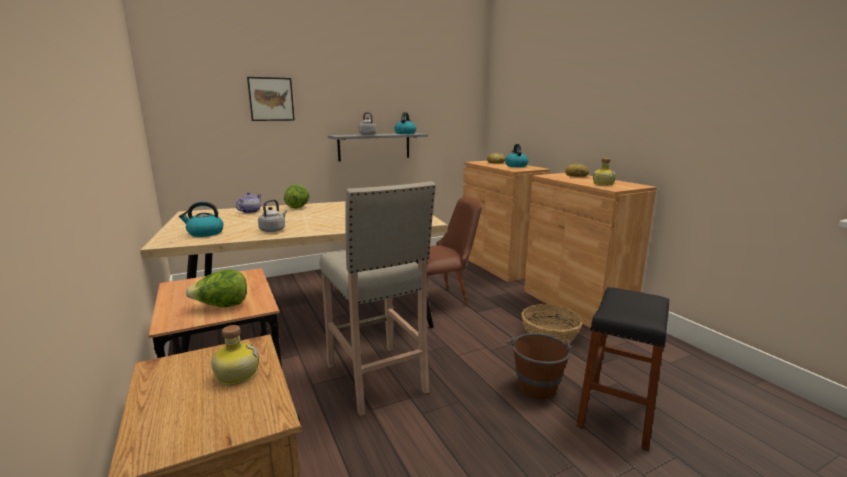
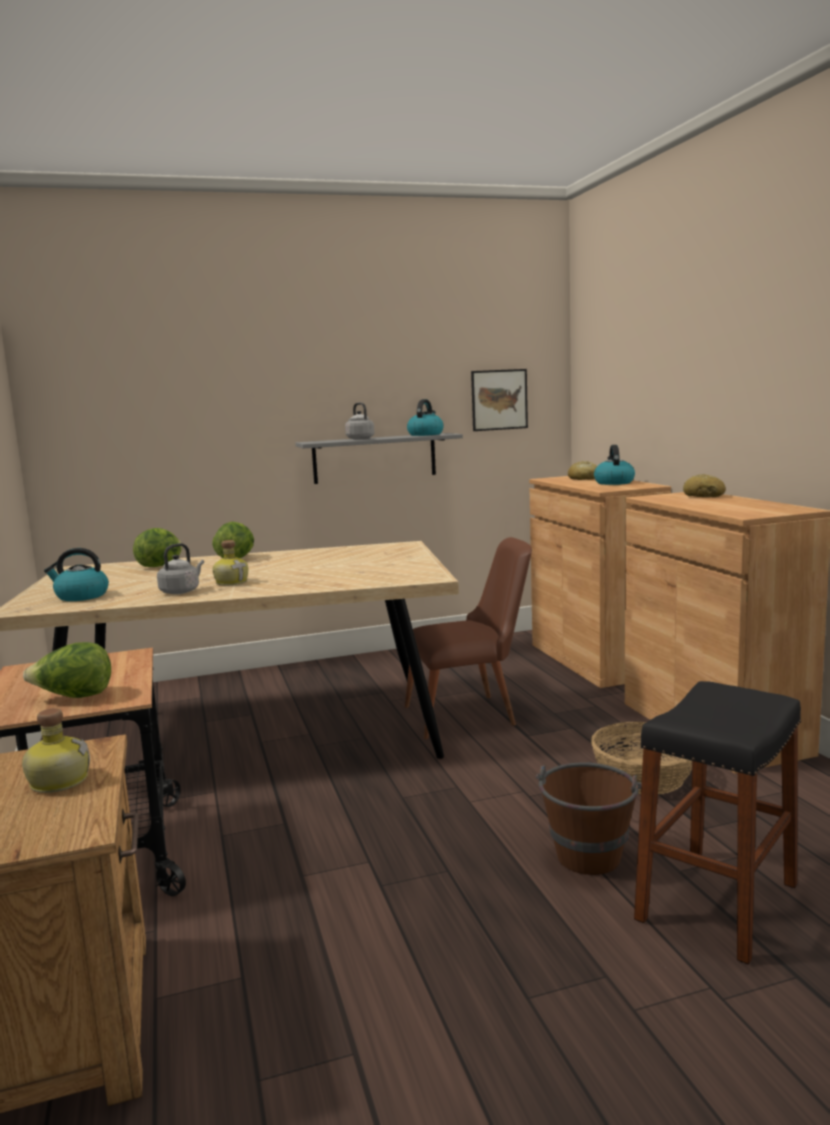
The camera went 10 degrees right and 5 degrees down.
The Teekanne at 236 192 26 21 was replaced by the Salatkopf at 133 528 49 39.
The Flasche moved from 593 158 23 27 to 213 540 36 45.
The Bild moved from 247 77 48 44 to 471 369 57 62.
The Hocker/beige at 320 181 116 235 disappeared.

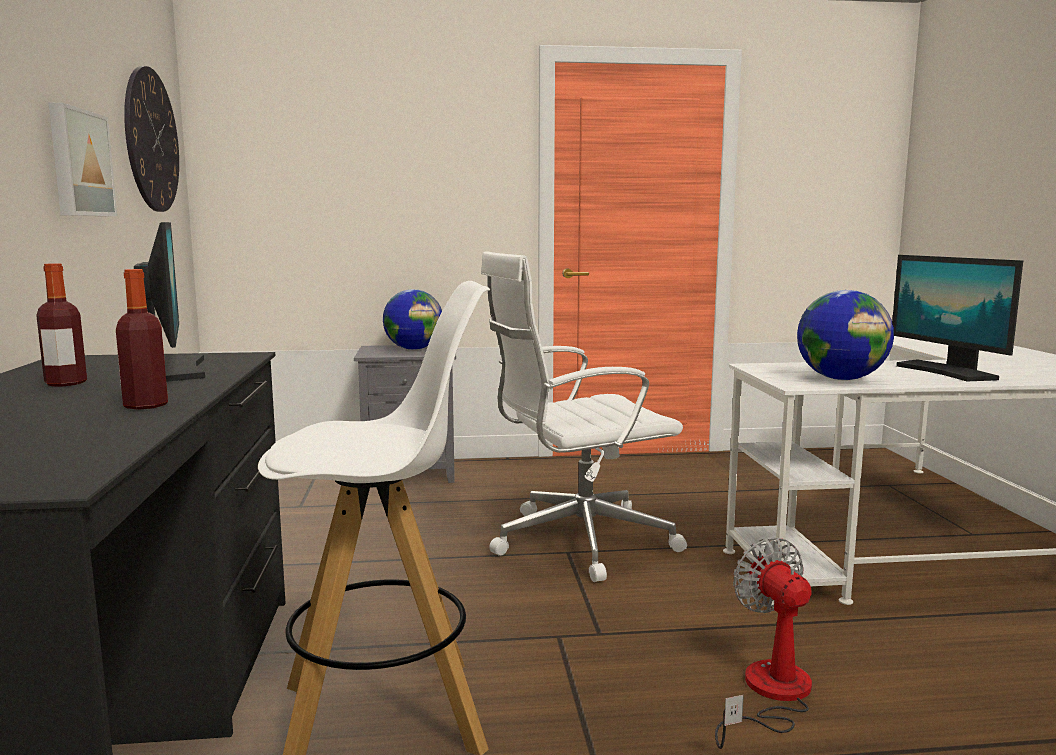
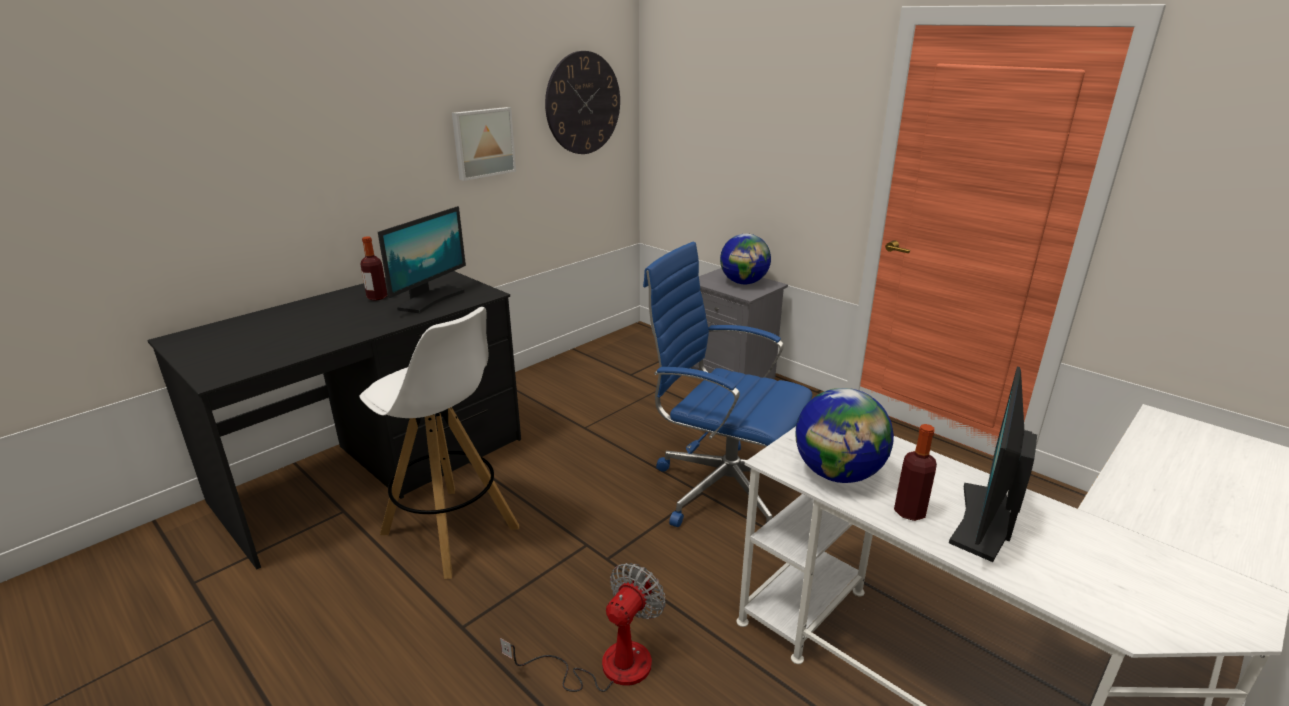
The camera went 50 degrees right and 15 degrees up.
The Bürostuhl/weiß at 481 251 206 331 became the Bürostuhl/blau at 643 242 169 285.
The Flasche moved from 116 269 52 141 to 894 424 43 97.

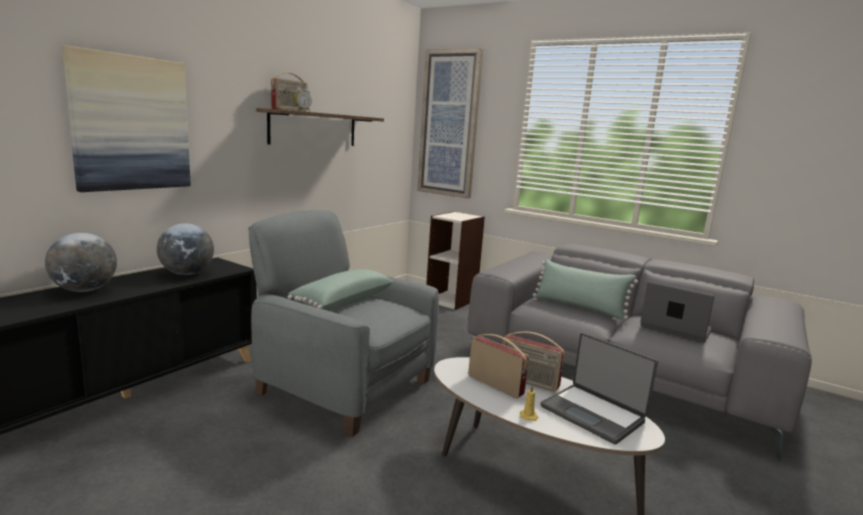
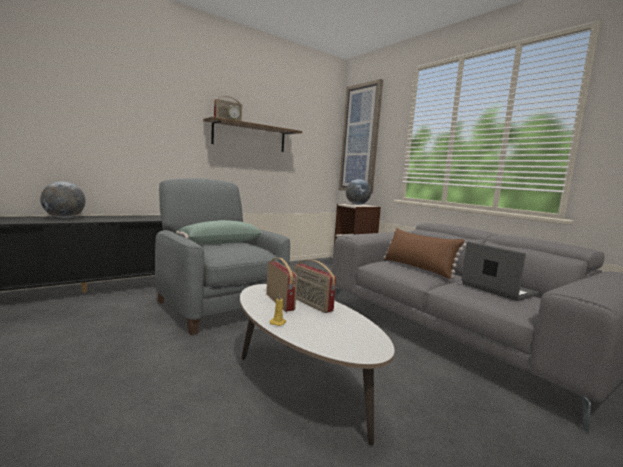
The camera went 20 degrees right and 5 degrees down.
The Globus moved from 157 223 57 52 to 346 179 25 26.
The Kissen/grün at 533 259 105 61 became the Kissen/braun at 384 228 82 51.
The Bild at 62 45 129 147 disappeared.
The Laptop at 540 333 118 112 disappeared.

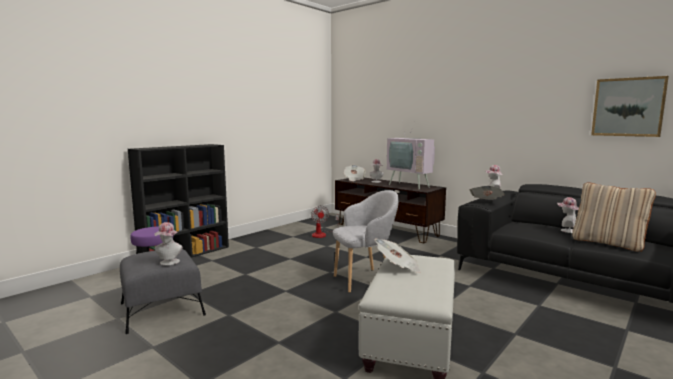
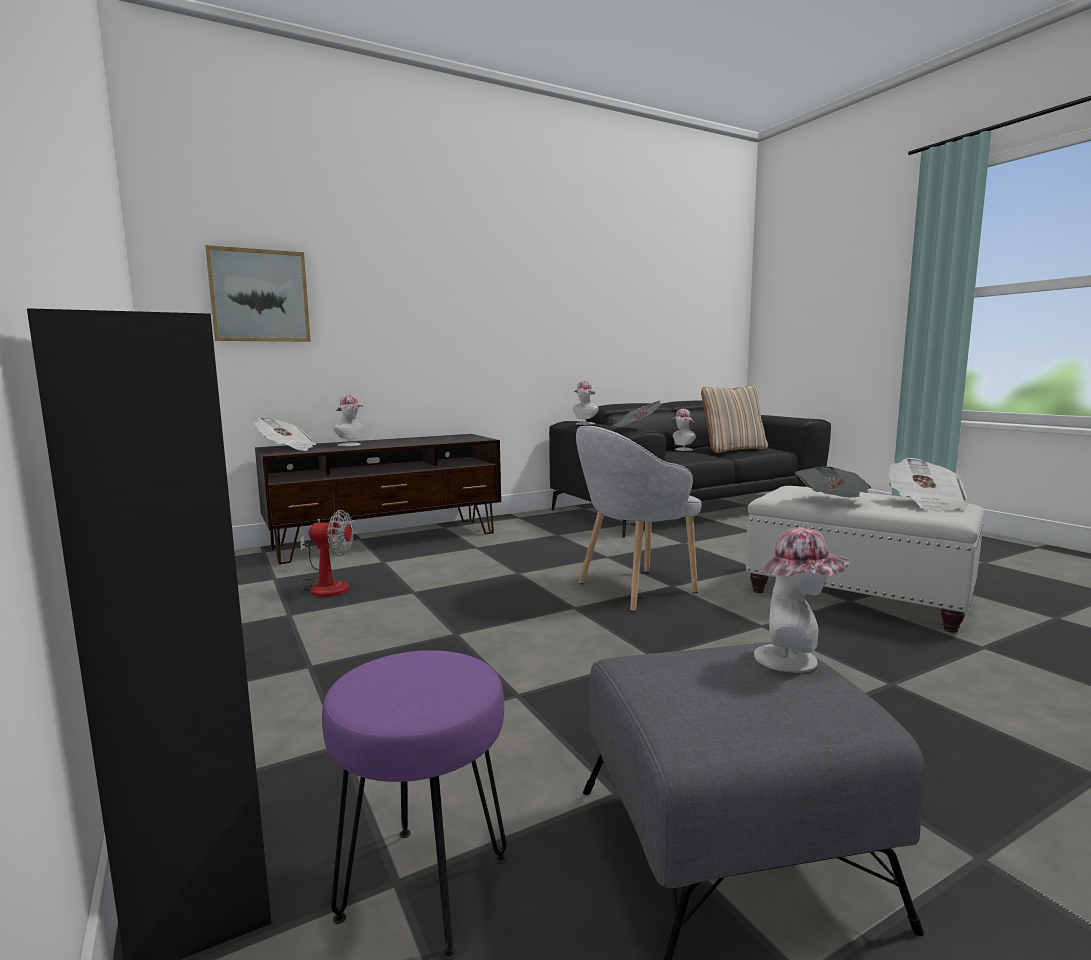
The camera went 70 degrees left and 0 degrees up.
The Bild moved from 591 76 78 61 to 205 245 106 97.
The Sessel/grau at 333 190 66 103 turned 120 degrees counterclockwise.
The Zeitung at 888 458 80 54 appeared.
The Fernseher at 387 130 48 60 disappeared.

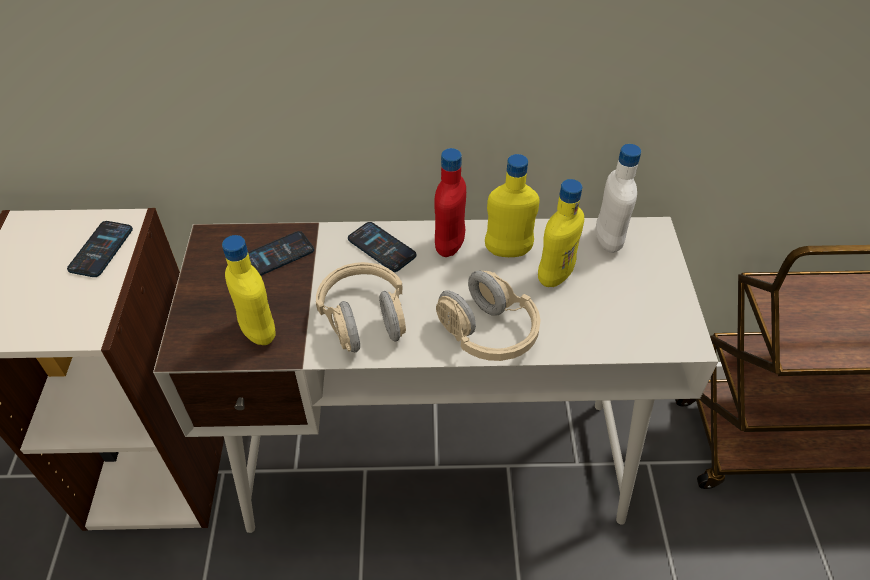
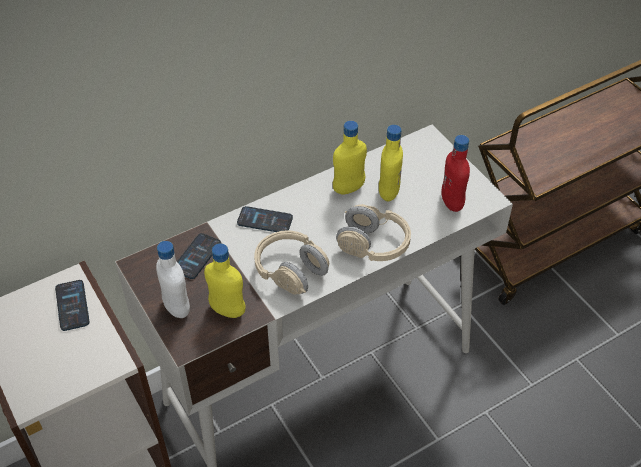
The camera went 30 degrees left and 0 degrees up.
The Flasche/weiß moved from 596 144 45 109 to 156 241 34 77.
The Flasche/rot moved from 435 148 31 109 to 441 135 29 77.

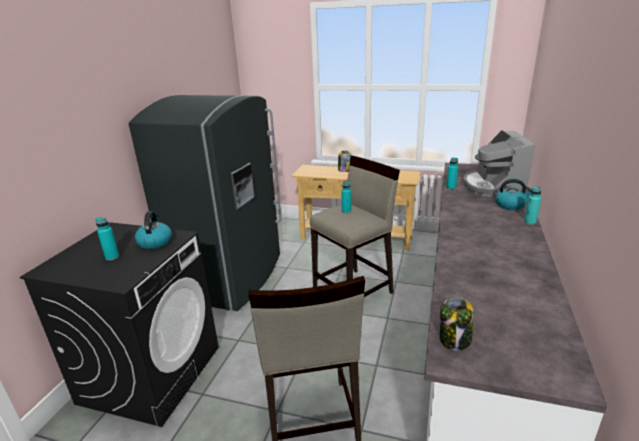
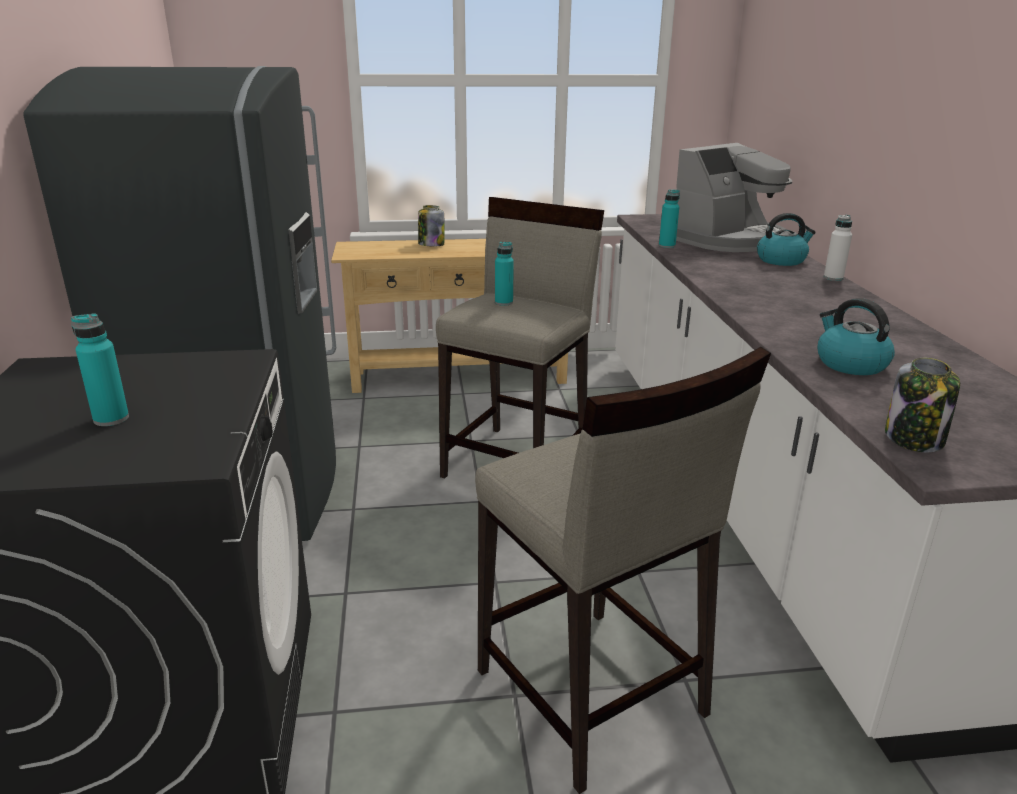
The camera went 25 degrees left and 0 degrees up.
The Kaffeemaschine at 463 130 72 67 turned 105 degrees counterclockwise.
The Wasserkessel moved from 135 211 37 38 to 817 298 78 77.
The Flasche/türkis at 524 187 17 38 became the Flasche/weiß at 824 215 28 66.

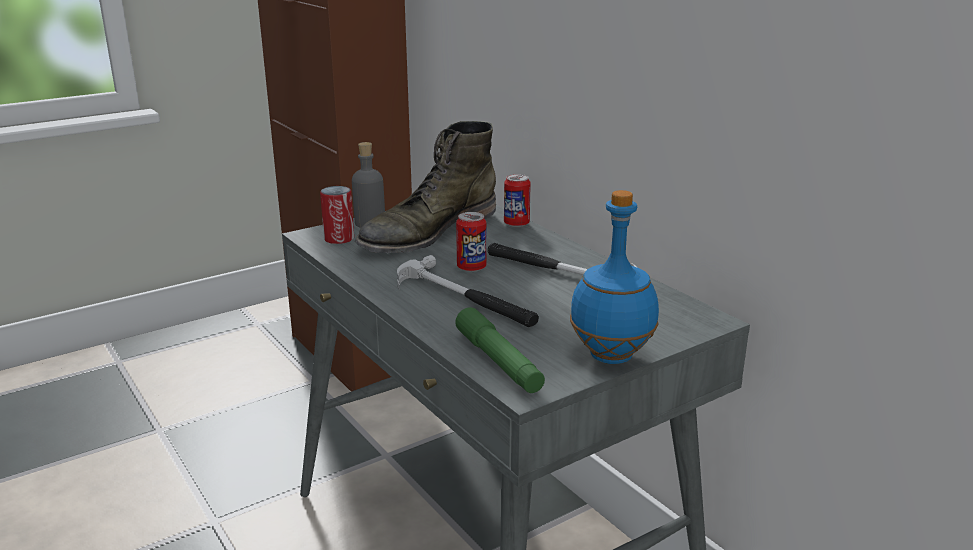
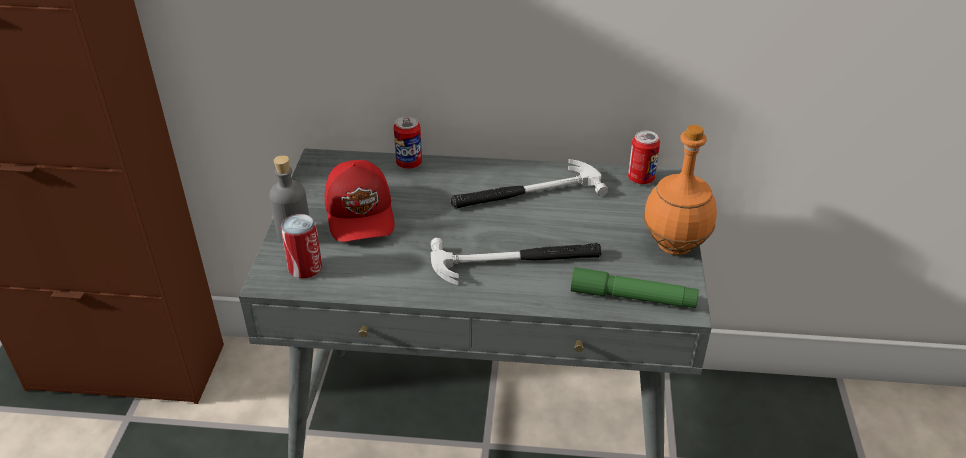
The camera went 50 degrees left and 15 degrees up.
The Stiefel/grün at 355 121 141 132 was replaced by the Kappe/rot at 325 160 70 82.
The Dose moved from 456 212 30 60 to 628 131 32 53.
The Flasche/blau at 570 190 89 174 became the Flasche/orange at 643 125 74 130.

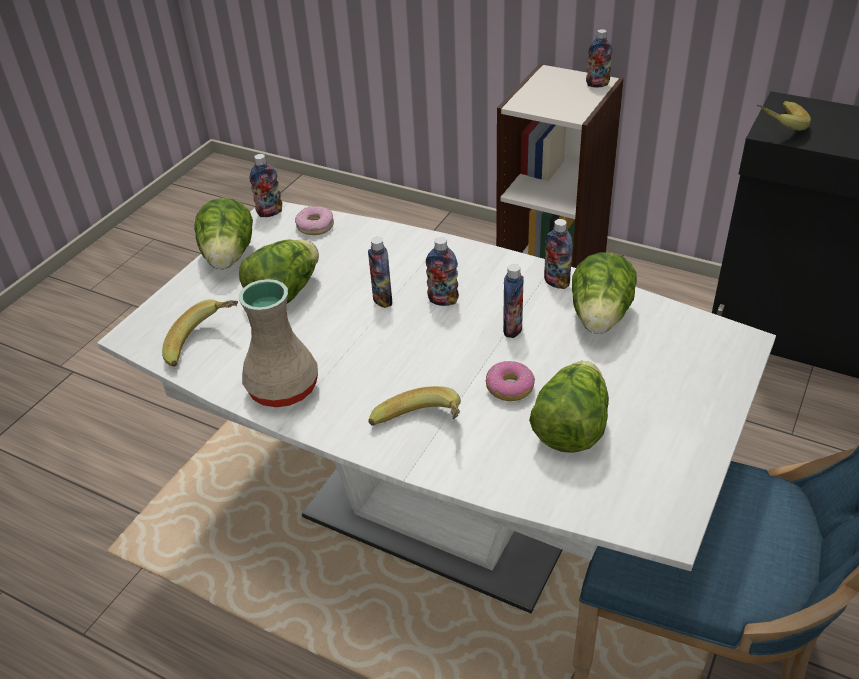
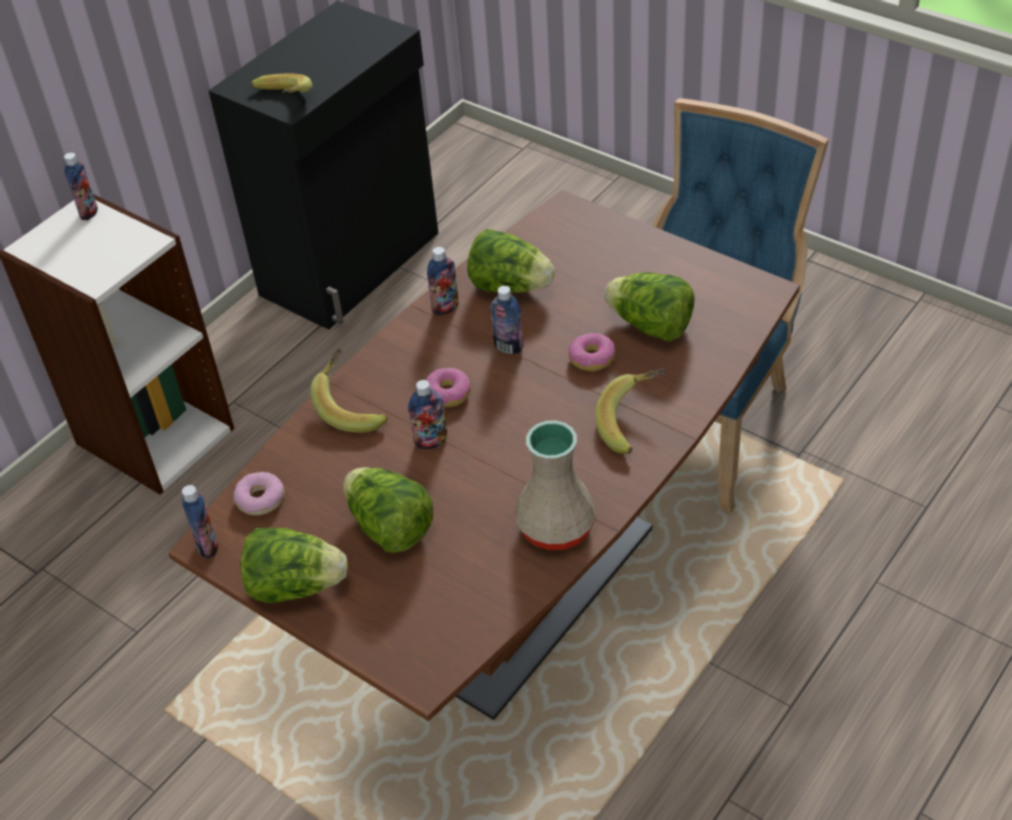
The camera went 80 degrees left and 5 degrees up.
The Esstisch/weiß at 97 201 679 412 became the Esstisch/braun at 168 190 632 531.
The Banane moved from 162 299 76 68 to 310 348 78 85.
The Flasche at 426 237 33 69 was replaced by the Donut at 426 368 45 39.

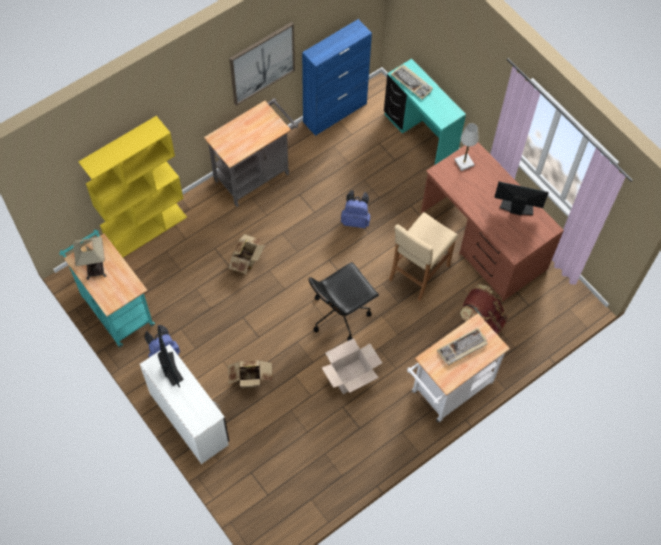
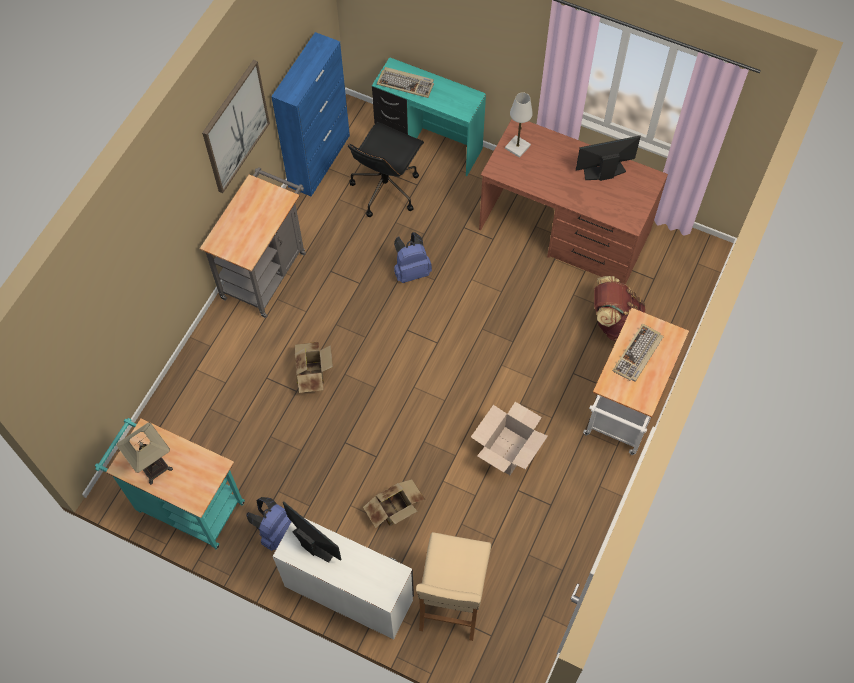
The camera went 25 degrees left and 0 degrees up.
The Bürostuhl/schwarz moved from 308 262 71 79 to 348 122 76 95.
The Hocker/beige moved from 389 212 69 89 to 416 532 75 109.
The Bücherregal/gelb at 78 116 109 141 disappeared.

